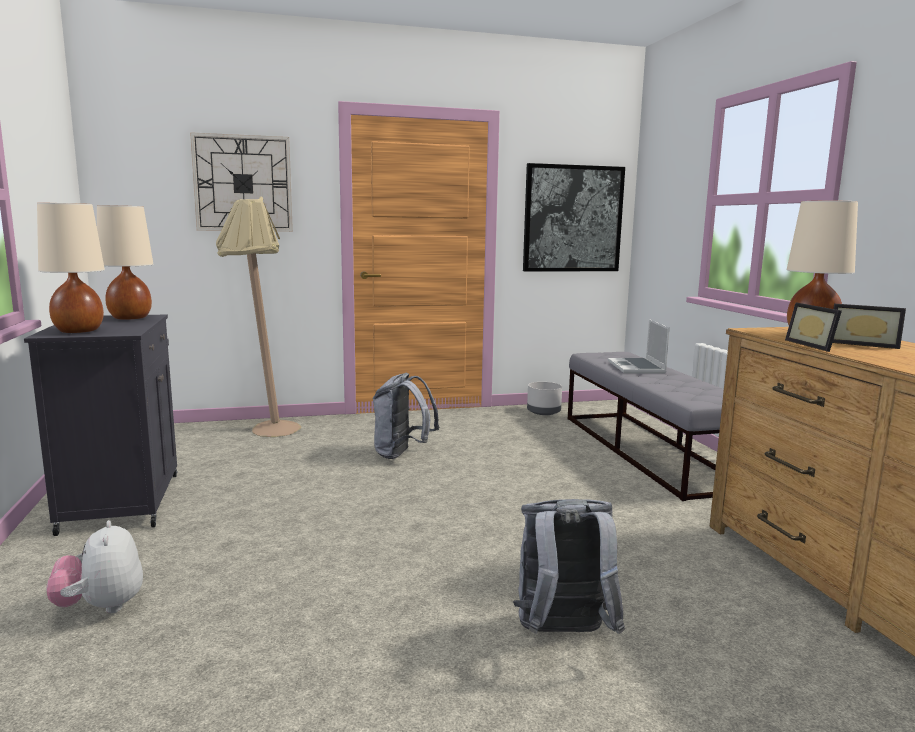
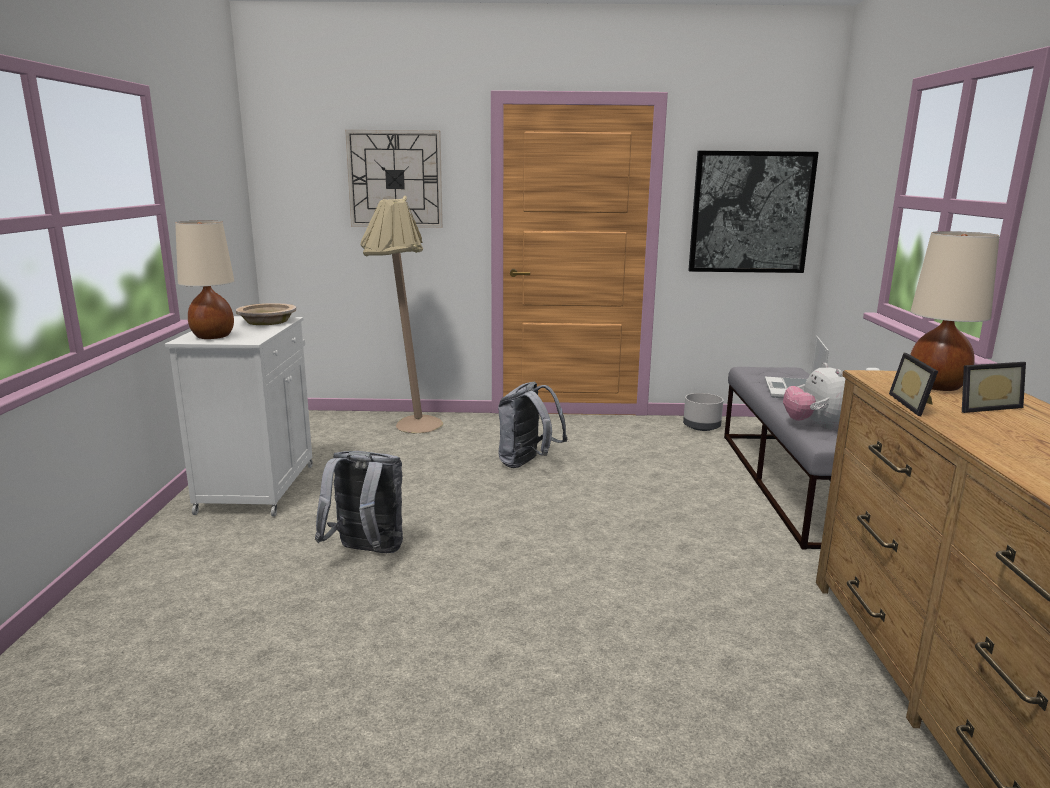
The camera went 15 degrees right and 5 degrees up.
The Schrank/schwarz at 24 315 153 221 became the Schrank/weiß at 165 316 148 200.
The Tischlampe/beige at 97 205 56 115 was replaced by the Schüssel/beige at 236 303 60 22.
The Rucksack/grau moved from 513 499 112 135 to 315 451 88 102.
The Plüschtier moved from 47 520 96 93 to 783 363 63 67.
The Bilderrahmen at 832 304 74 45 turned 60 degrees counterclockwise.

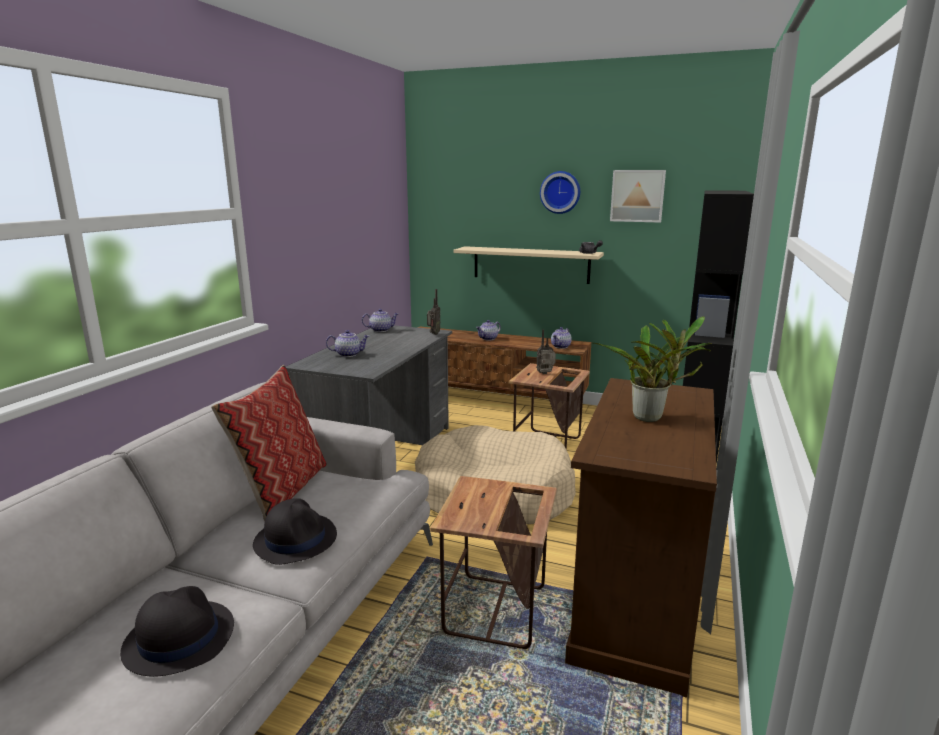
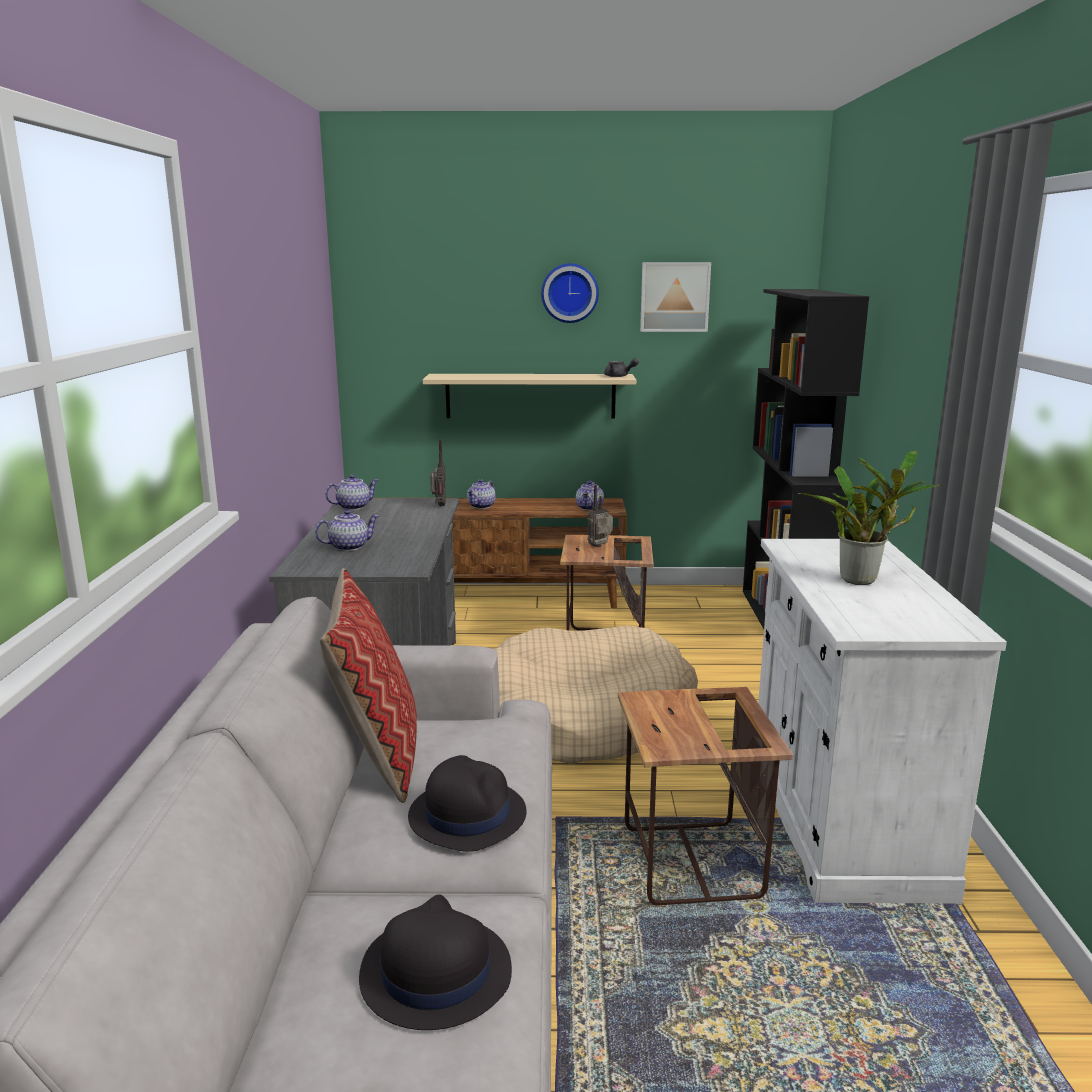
The camera went 20 degrees left and 0 degrees up.
The Schrank/braun at 565 378 152 320 became the Schrank/weiß at 758 539 249 366.

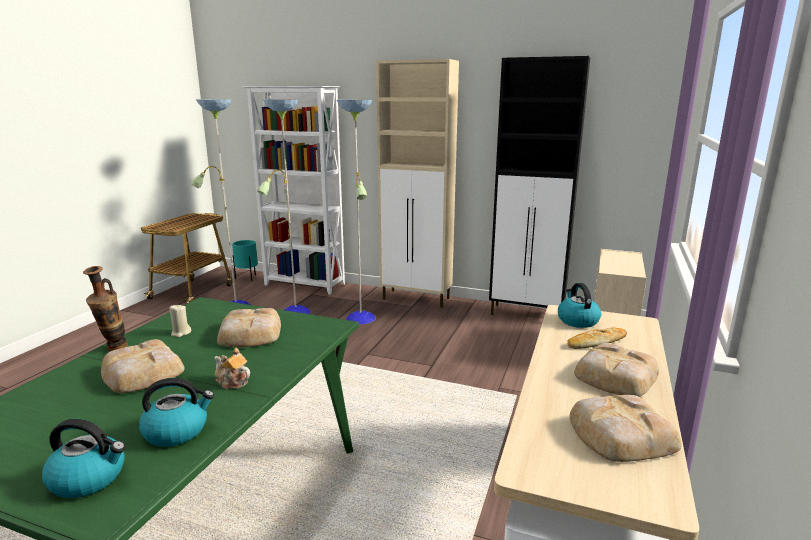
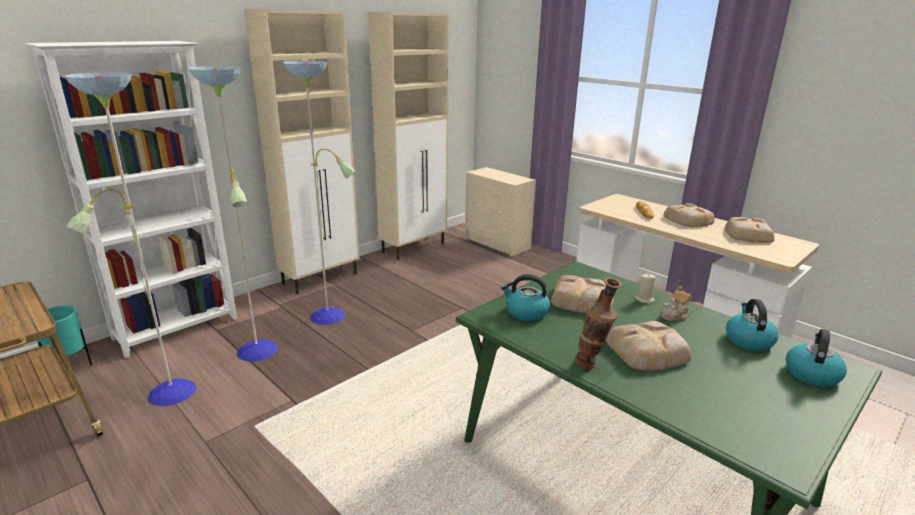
The camera went 65 degrees left and 5 degrees up.
The Schrank/schwarz at 489 56 101 259 became the Schrank/beige at 368 12 81 248.
The Wasserkessel moved from 558 283 43 45 to 501 274 49 47.
The Kerze/beige moved from 169 305 22 32 to 635 273 21 31.

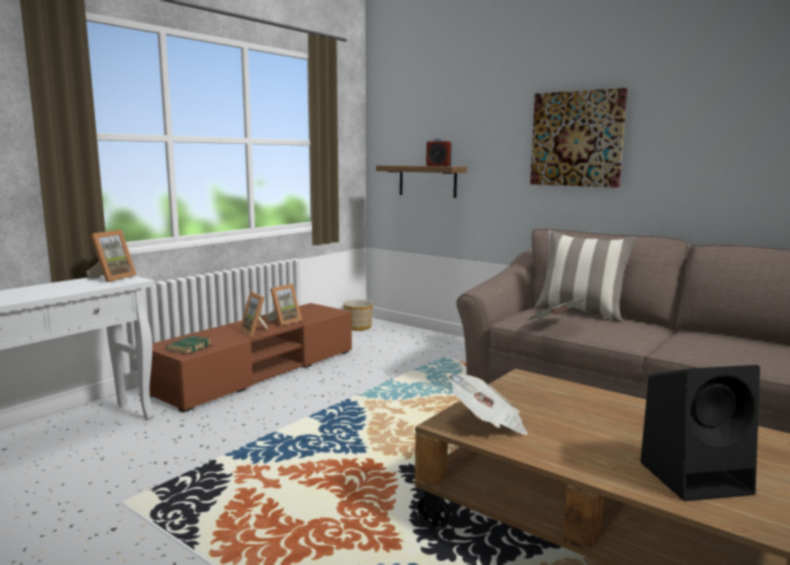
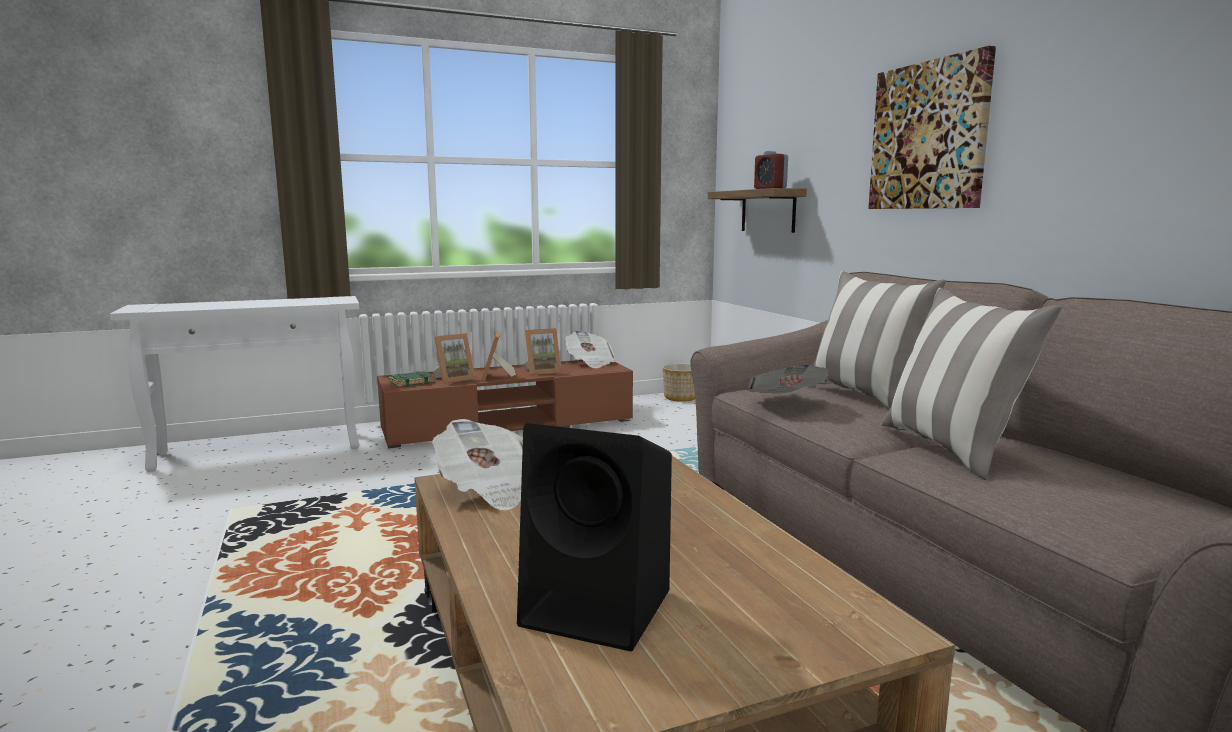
The camera went 30 degrees right and 0 degrees up.
The Bilderrahmen moved from 86 230 51 52 to 433 333 42 51.
The Zeitung at 565 330 50 38 appeared.
The Kissen at 882 288 180 192 appeared.

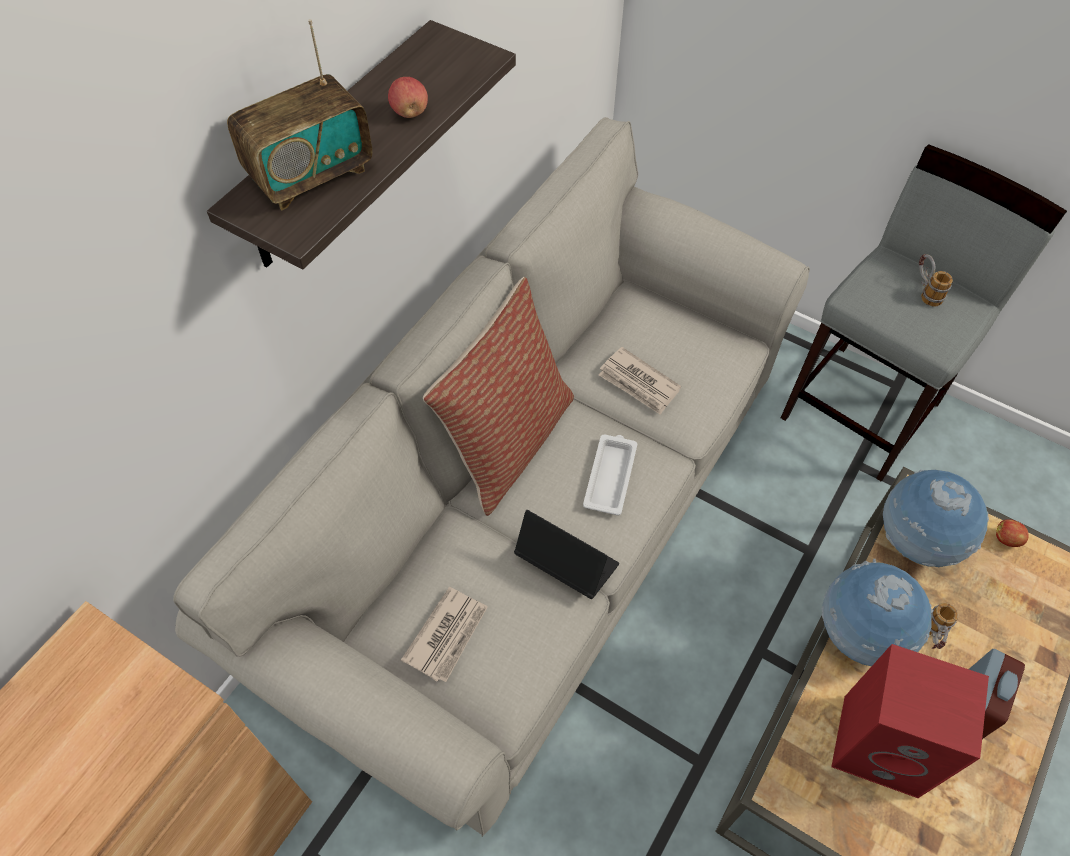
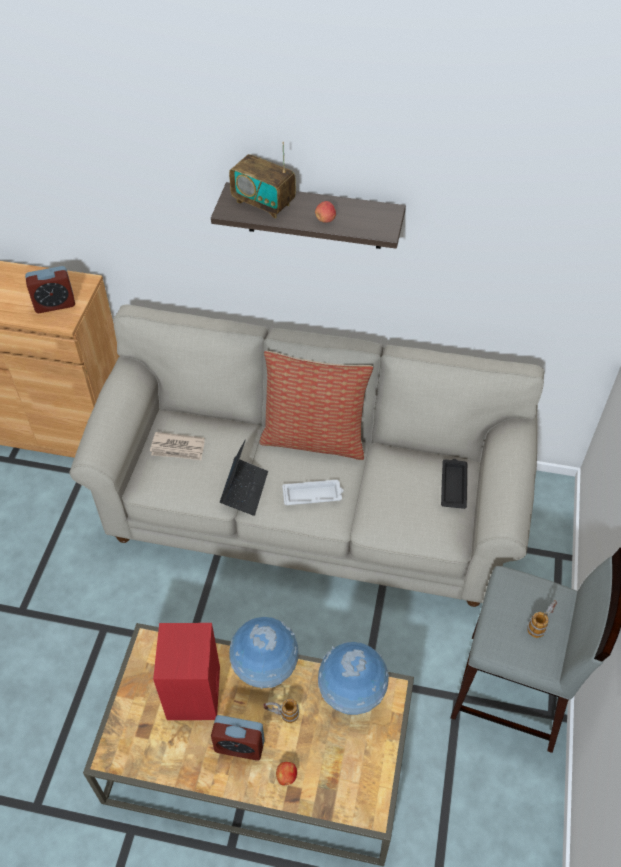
The camera went 70 degrees right and 5 degrees down.
The Wecker at 25 266 50 47 appeared.
The Apfel moved from 996 519 33 28 to 276 762 21 24.
The Tablett/schwarz at 441 459 26 50 appeared.
The Zeitung at 599 347 82 68 disappeared.

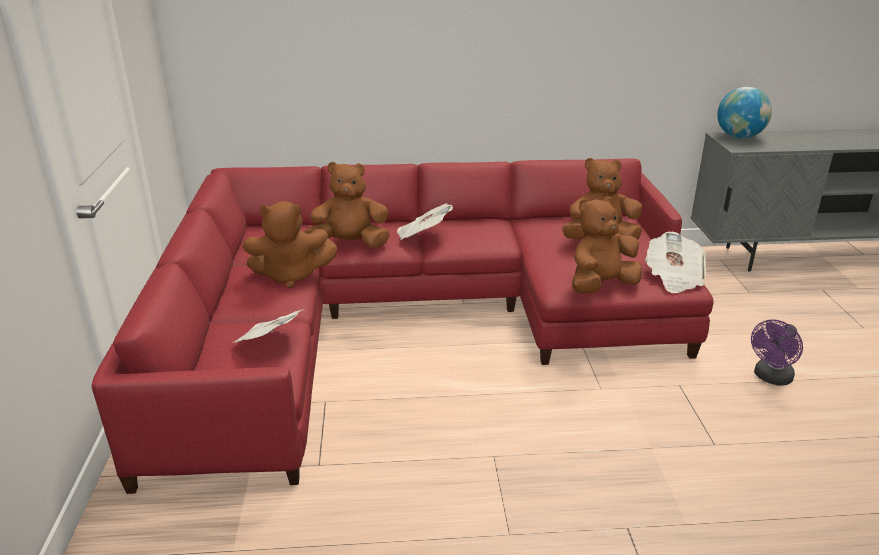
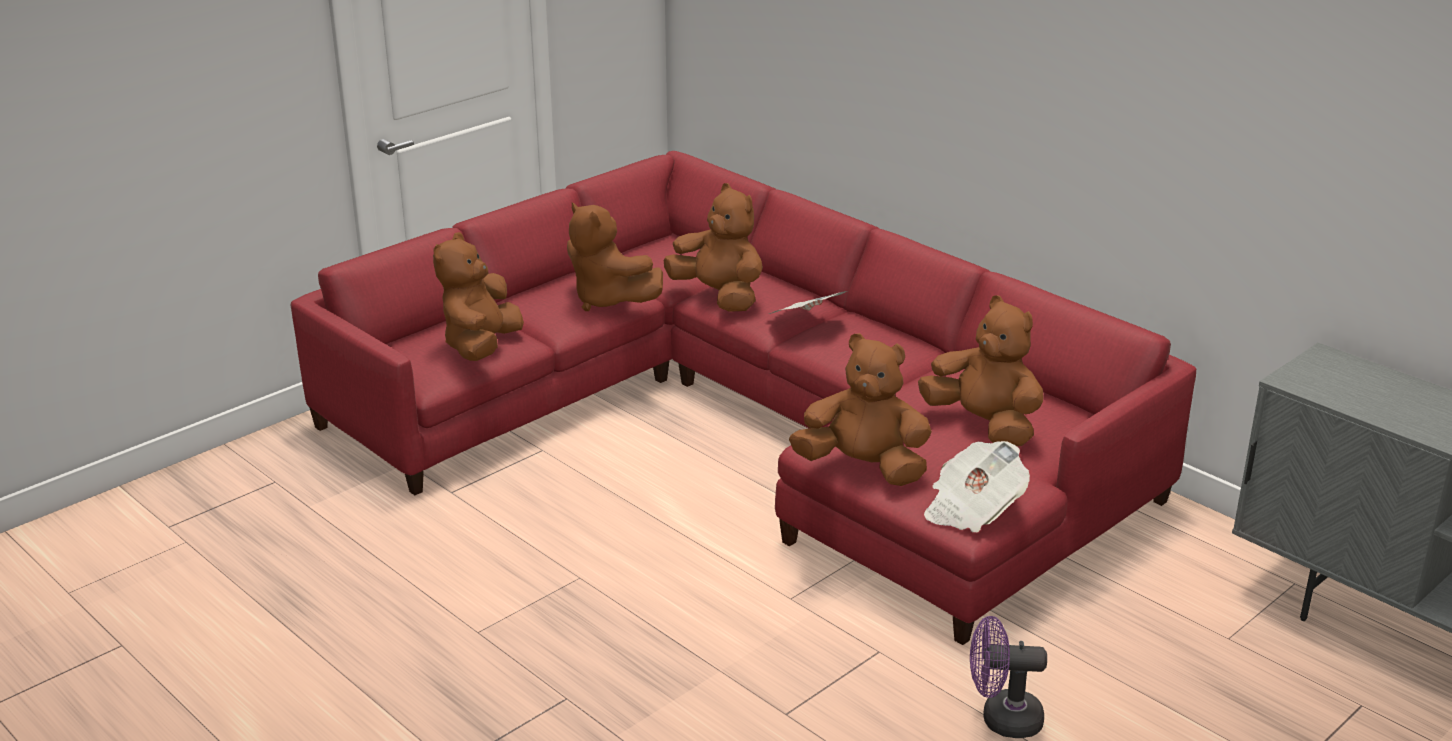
The camera went 50 degrees right and 0 degrees up.
The Zeitung at 232 309 72 34 was replaced by the Plüschtier/braun at 433 232 91 129.
The Globus at 717 87 55 52 disappeared.

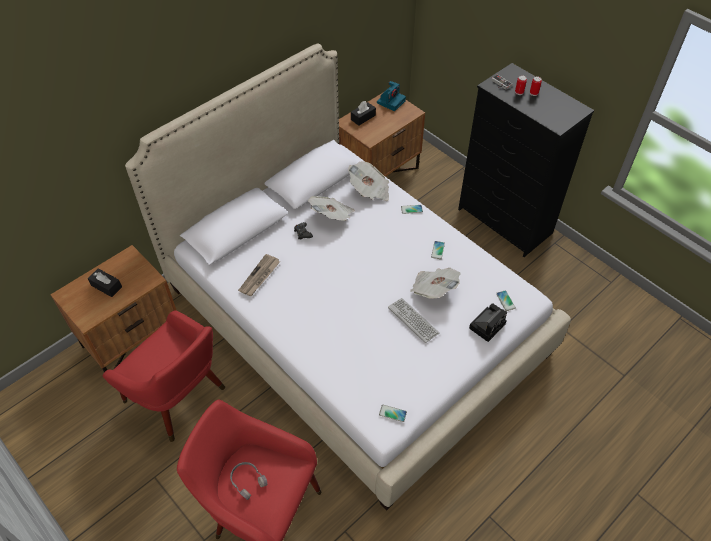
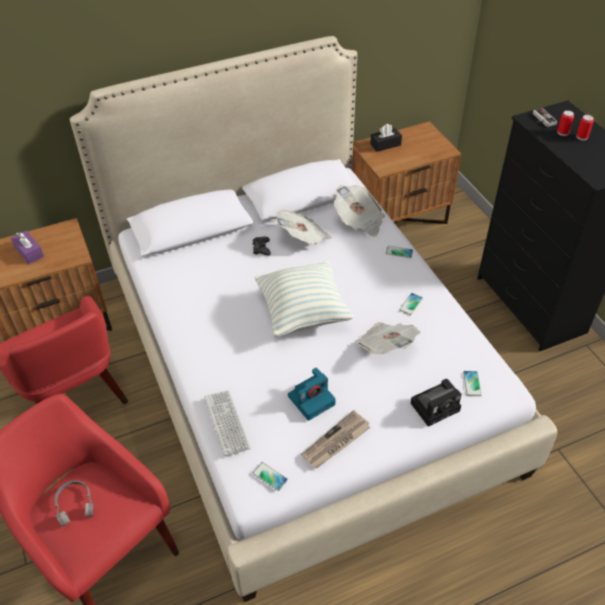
The camera went 20 degrees right and 5 degrees down.
The Taschentuchbox/schwarz at 88 268 34 29 became the Taschentuchbox/lila at 11 231 33 33.
The Tastatur moved from 388 298 51 45 to 204 390 47 66.
The Kissen at 254 261 100 76 appeared.
The Kamera moved from 377 81 29 30 to 288 368 48 53.
The Zeitung moved from 238 254 42 42 to 301 410 70 58.

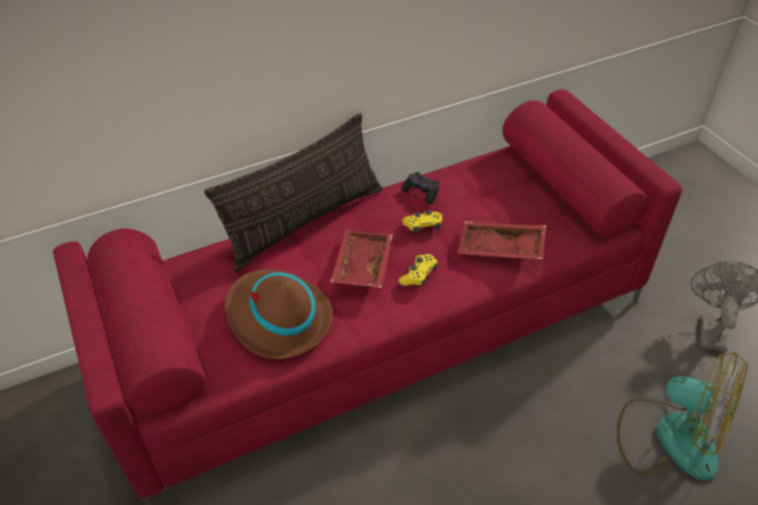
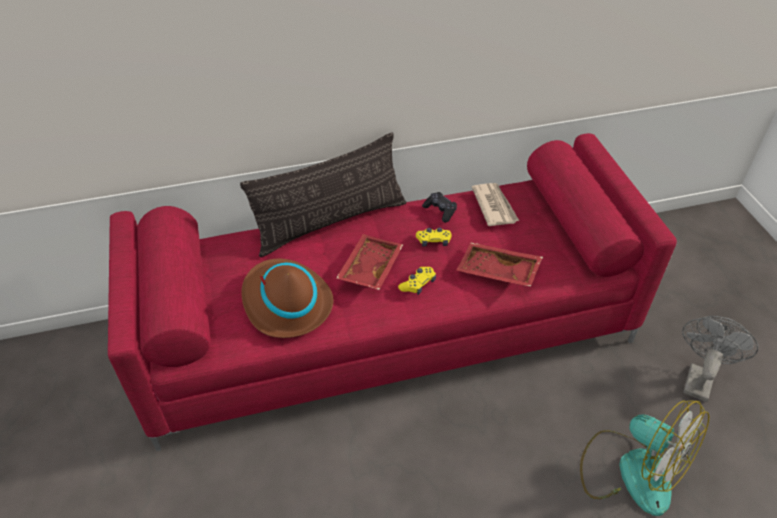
The camera went 10 degrees right and 0 degrees up.
The Zeitung at 472 183 47 43 appeared.

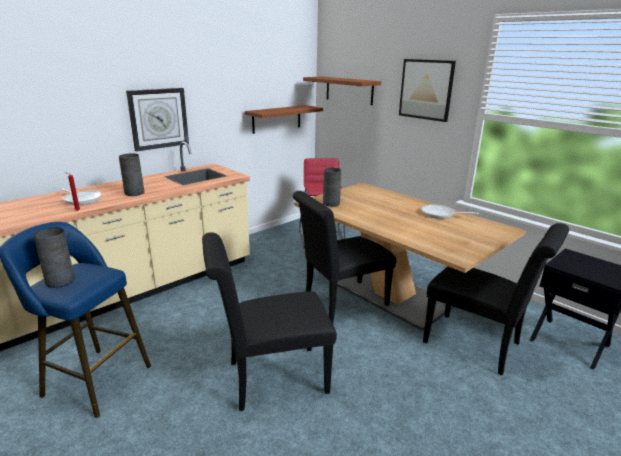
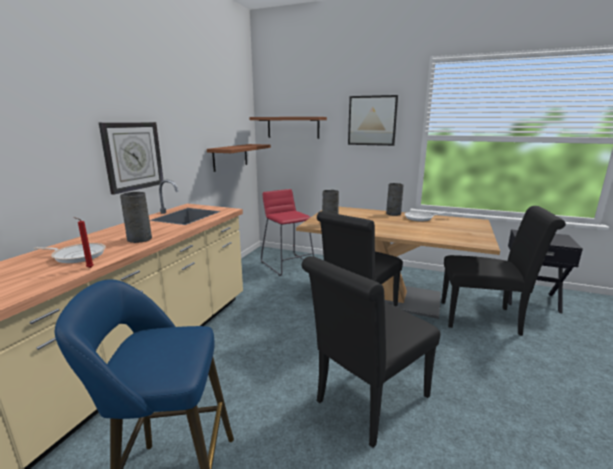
The camera went 25 degrees left and 5 degrees down.
The Vase/grau moved from 33 227 42 61 to 386 183 17 33.

